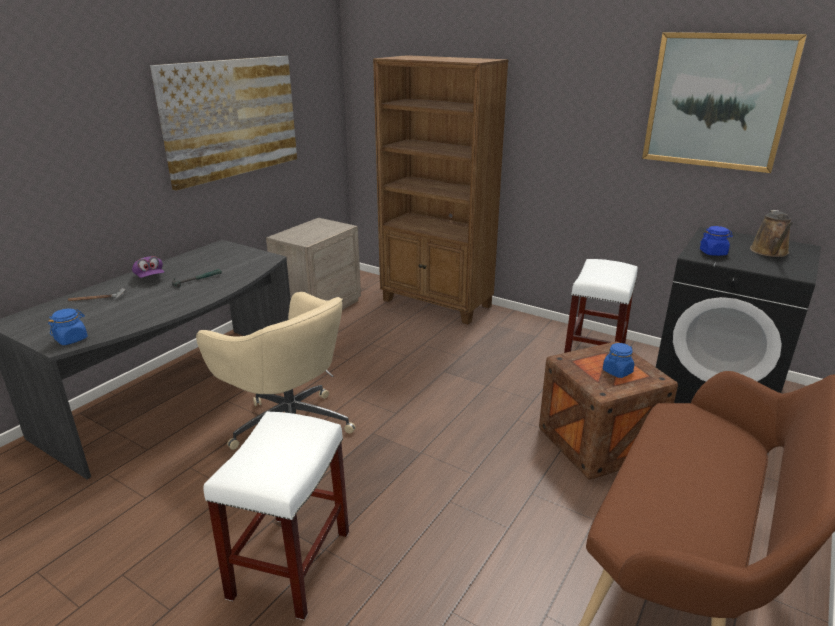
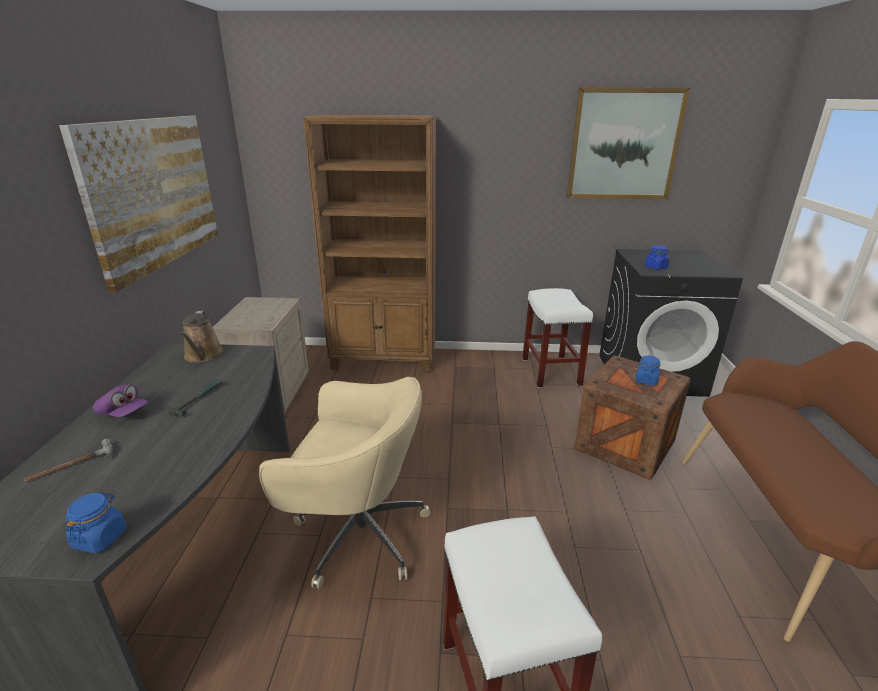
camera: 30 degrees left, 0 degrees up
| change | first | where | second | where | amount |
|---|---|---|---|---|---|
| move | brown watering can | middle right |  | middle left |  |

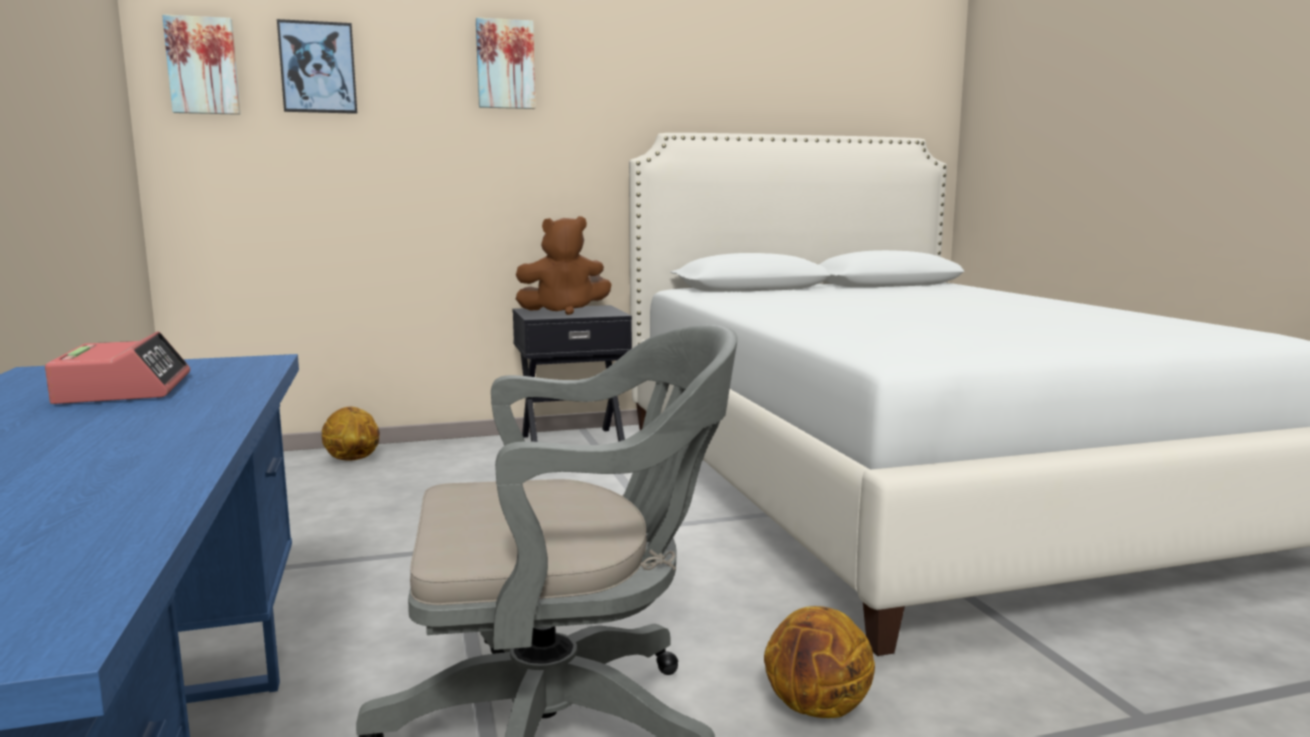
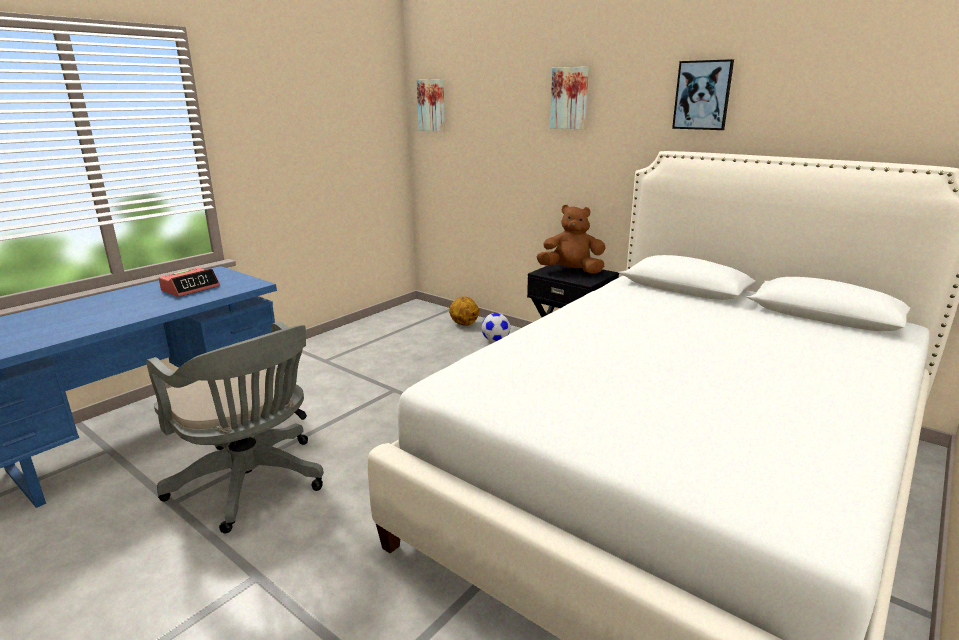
camera: 55 degrees right, 10 degrees up
| change | first | where | second | where | amount |
|---|---|---|---|---|---|
| move | picture (2nd from left in the first image) | top left | picture (3rd from left) | top right |  |
| rotate | brown plush toy | centre |  | centre | 150 degrees clockwise |
| delete | basketball (2nd from left) | bottom centre |  |  |  |
| insert |  |  | football | centre |  |

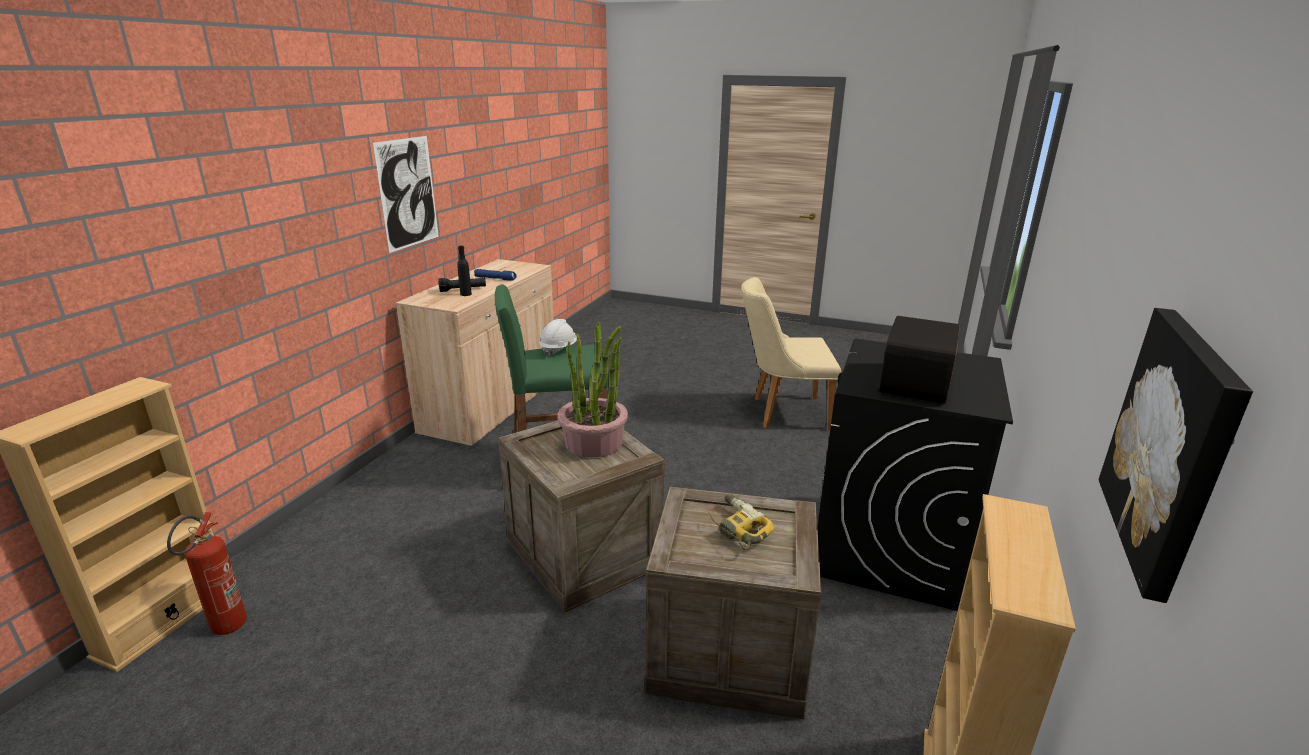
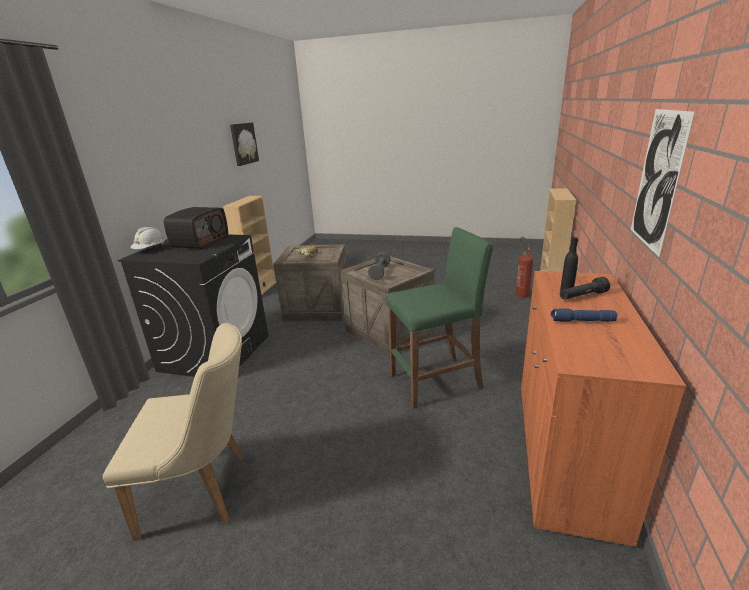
camera: 175 degrees right, 0 degrees up
| change | first | where | second | where | amount |
|---|---|---|---|---|---|
| recolor | beige cabinet | centre | orange cabinet | bottom right |  |
| move | white hard hat | centre |  | middle left |  |
| replace | potted plant | centre | grey dumbbell | centre |  |

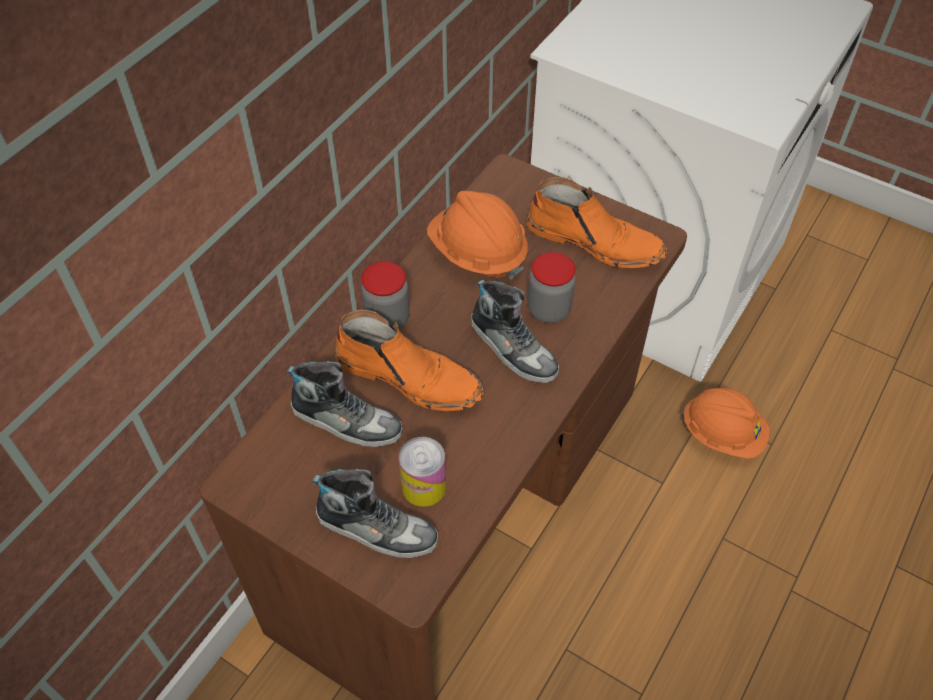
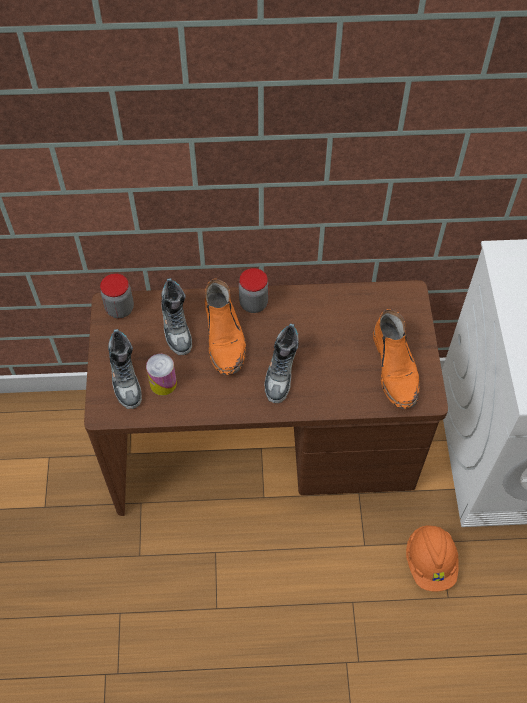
camera: 55 degrees right, 5 degrees up
| change | first | where | second | where | amount |
|---|---|---|---|---|---|
| delete | orange hard hat (1st from left) | centre |  |  |  |
| move | jar (2nd from left in the first image) | centre | jar (1st from left) | middle left |  |

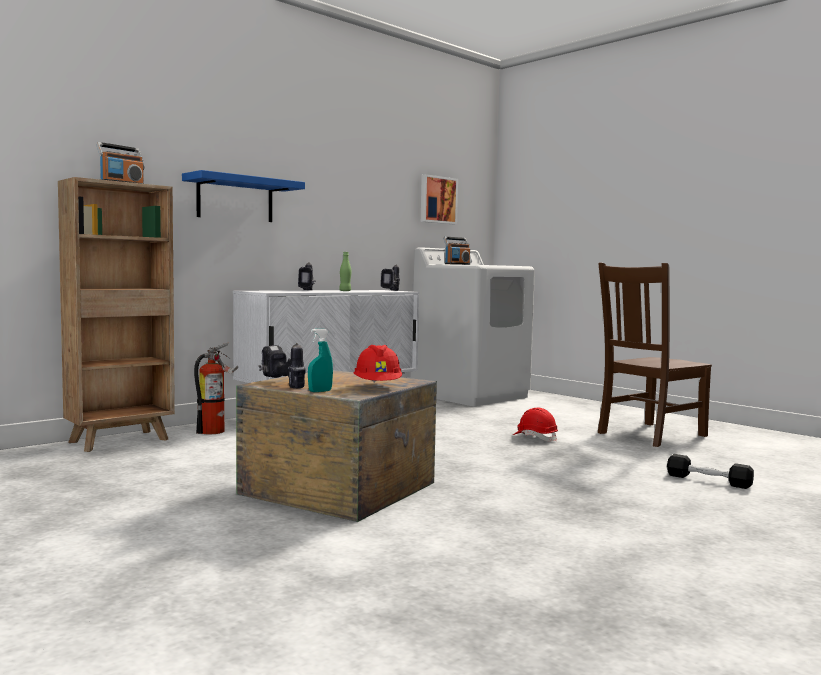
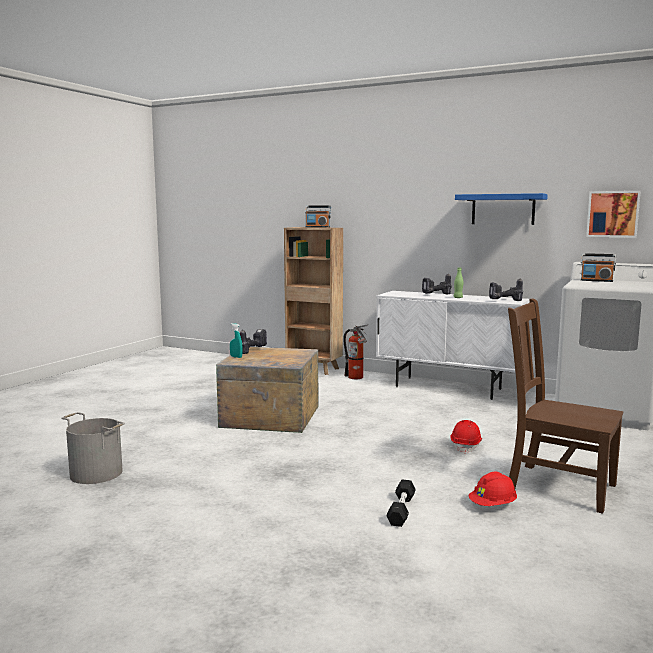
camera: 70 degrees right, 5 degrees up
| change | first | where | second | where | amount |
|---|---|---|---|---|---|
| move | blue shelf | top left |  | top right |  |
| move | red hard hat (1st from left in the first image) | centre | red hard hat (2nd from left) | bottom right |  |
| insert |  |  | grey bucket | bottom left |  |

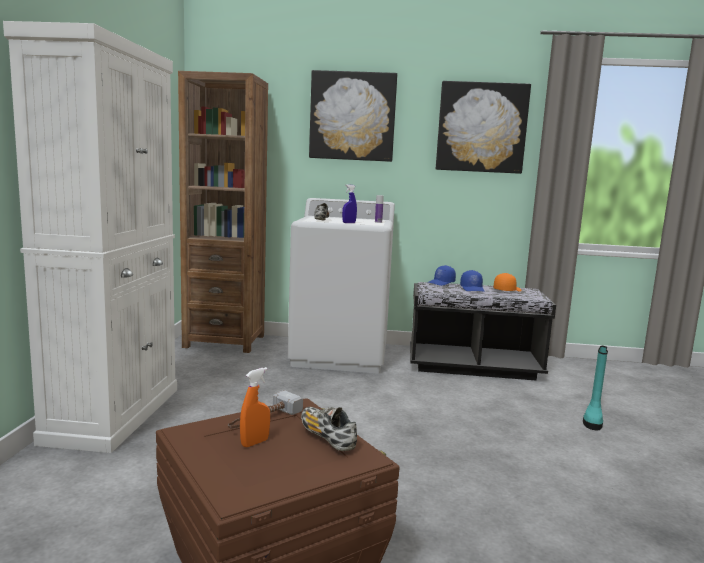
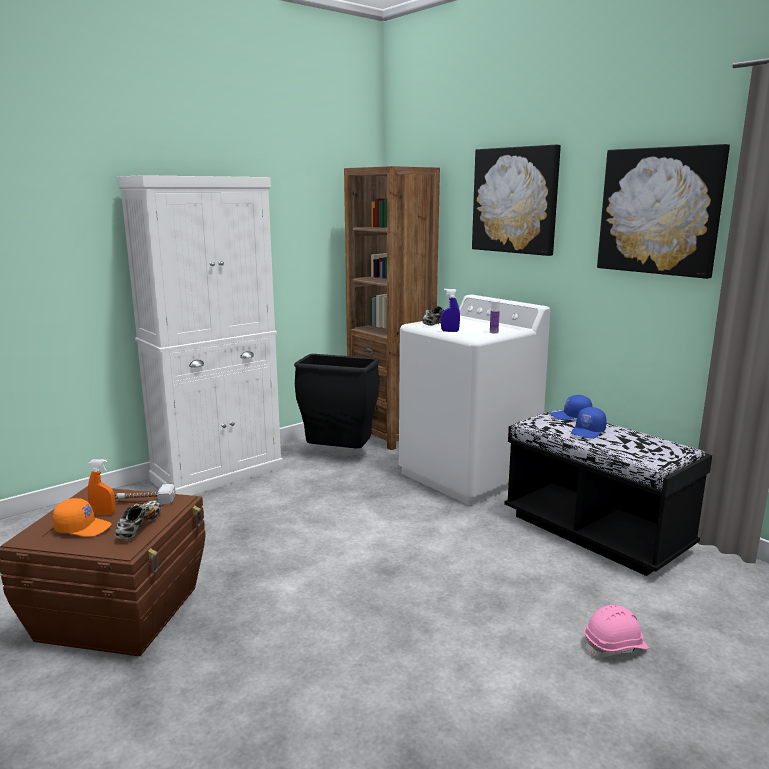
camera: 45 degrees right, 5 degrees up
| change | first | where | second | where | amount |
|---|---|---|---|---|---|
| move | orange cap | middle right |  | bottom left |  |
| replace | turquoise boot | bottom right | pink hard hat | bottom right |  |
| insert |  |  | black trash can | centre |  |

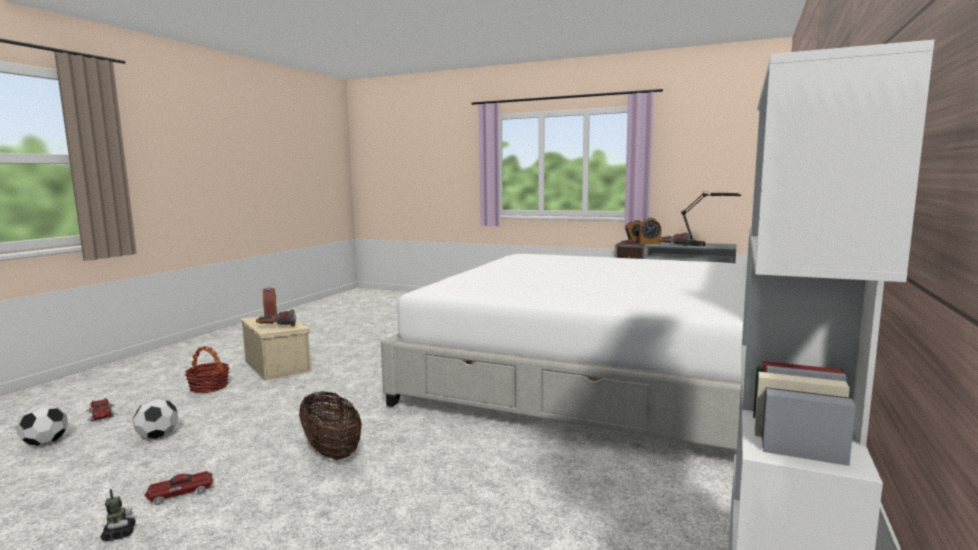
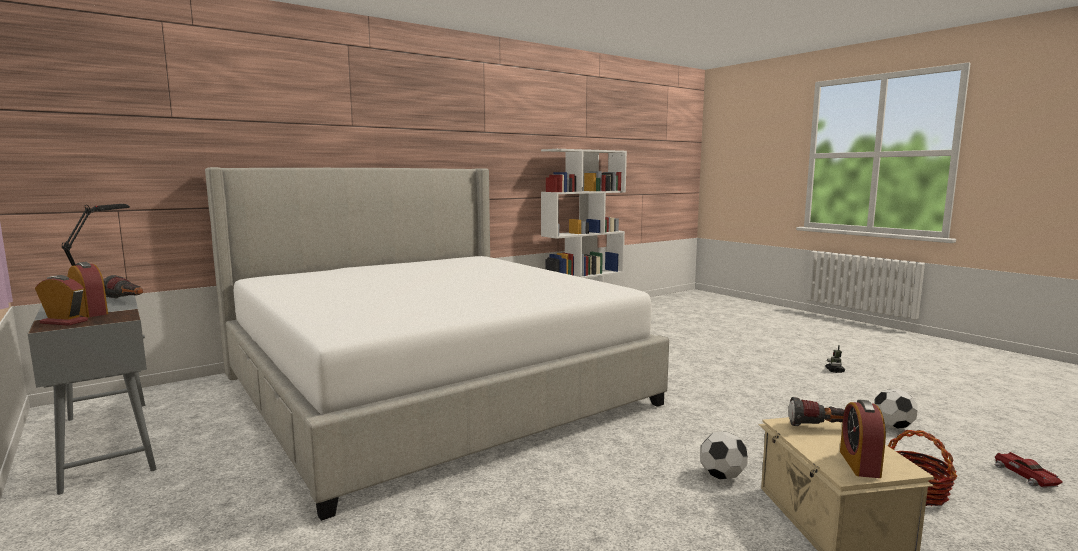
camera: 150 degrees left, 0 degrees up
| change | first | where | second | where | amount |
|---|---|---|---|---|---|
| move | football (1st from left) | bottom left |  | bottom right |  |
| delete | toy car (2nd from left) | bottom left |  |  |  |
| delete | basket (2nd from left) | bottom centre |  |  |  |

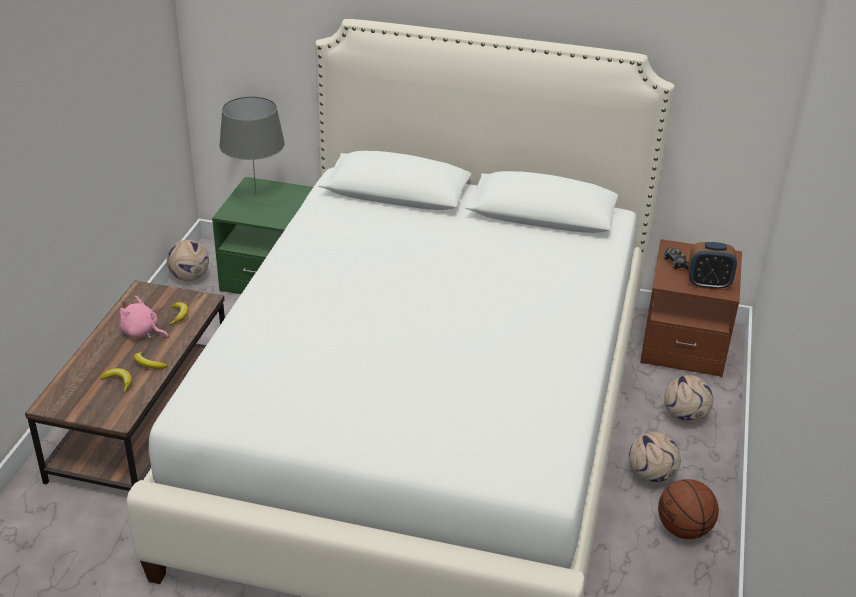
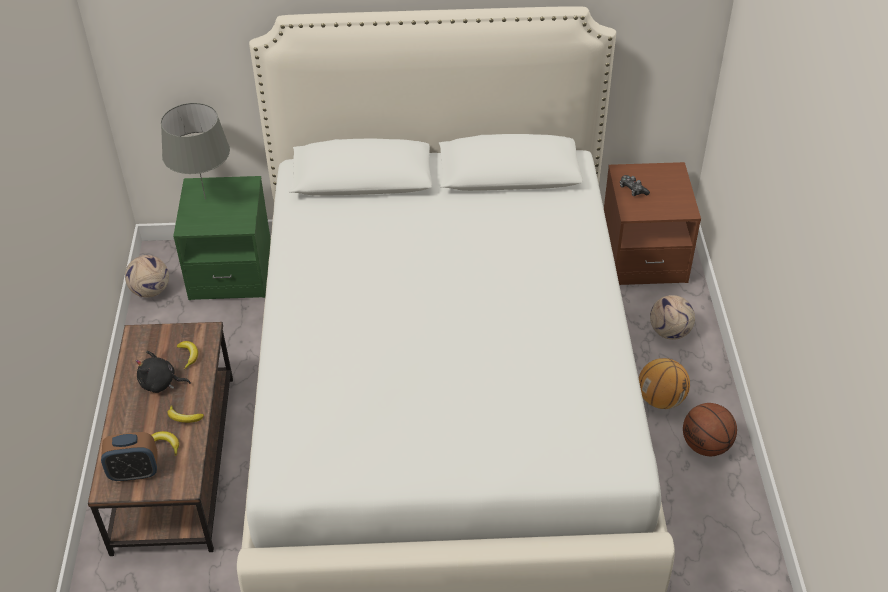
camera: 15 degrees left, 10 degrees up
| change | first | where | second | where | amount |
|---|---|---|---|---|---|
| recolor | pink plush toy | middle left | black plush toy | middle left |  |
| replace | football (2nd from left) | bottom right | basketball (1st from left) | middle right |  |
| move | alarm clock | middle right |  | bottom left |  |

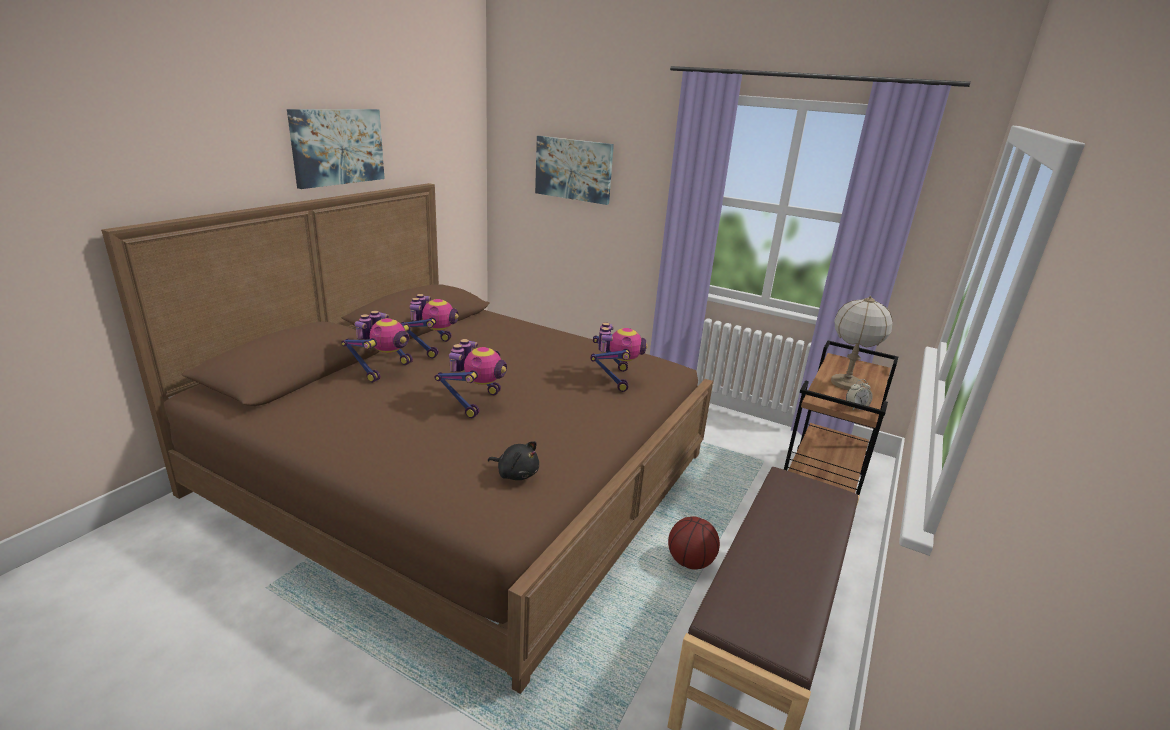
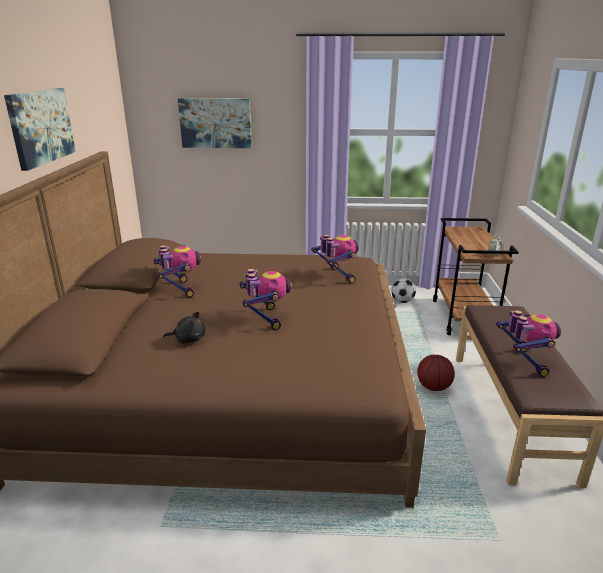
camera: 25 degrees left, 0 degrees up
| change | first | where | second | where | amount |
|---|---|---|---|---|---|
| move | toy robot (1st from left in the first image) | middle left | toy robot (4th from left) | middle right |  |
| move | black plush toy | centre |  | middle left |  |
| delete | table lamp | middle right |  |  |  |
| insert |  |  | football | middle right |  |

